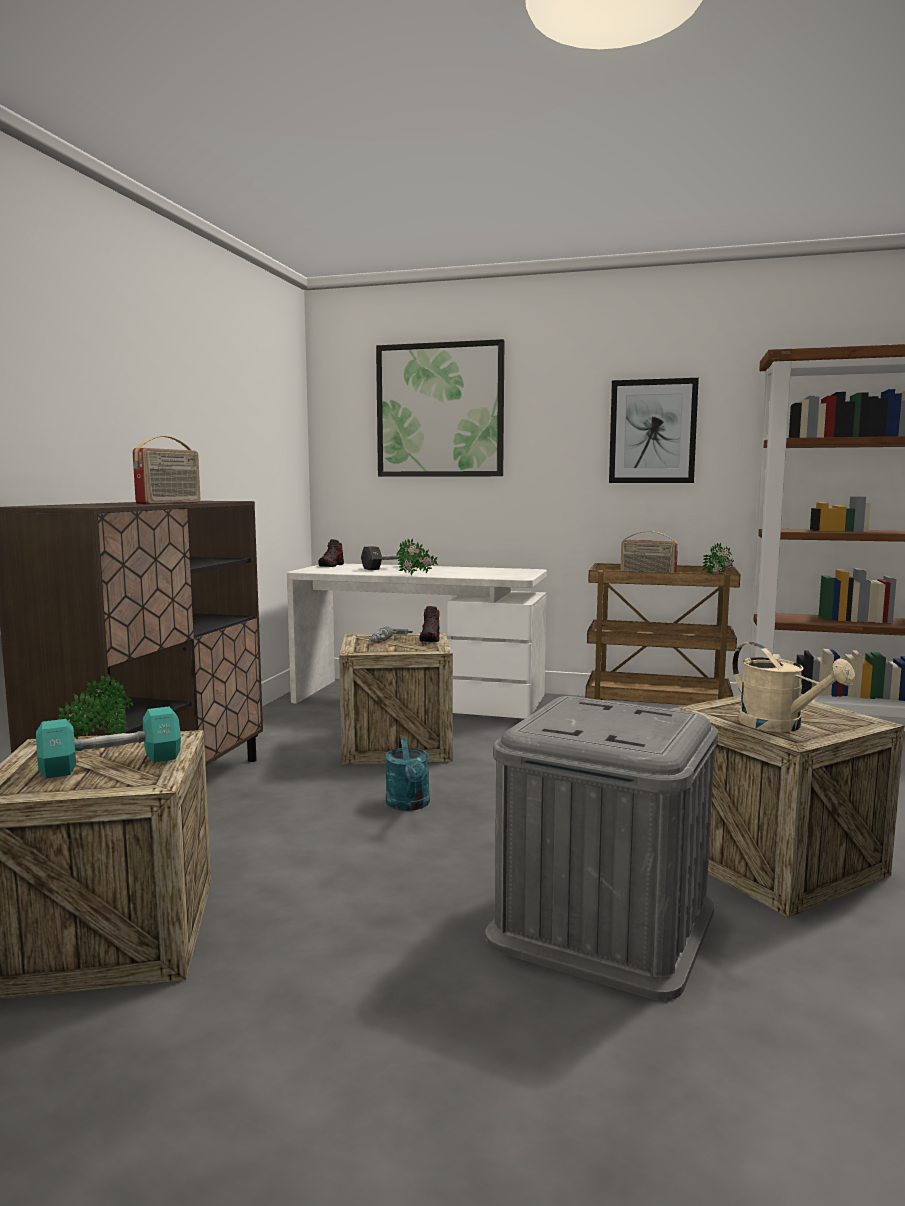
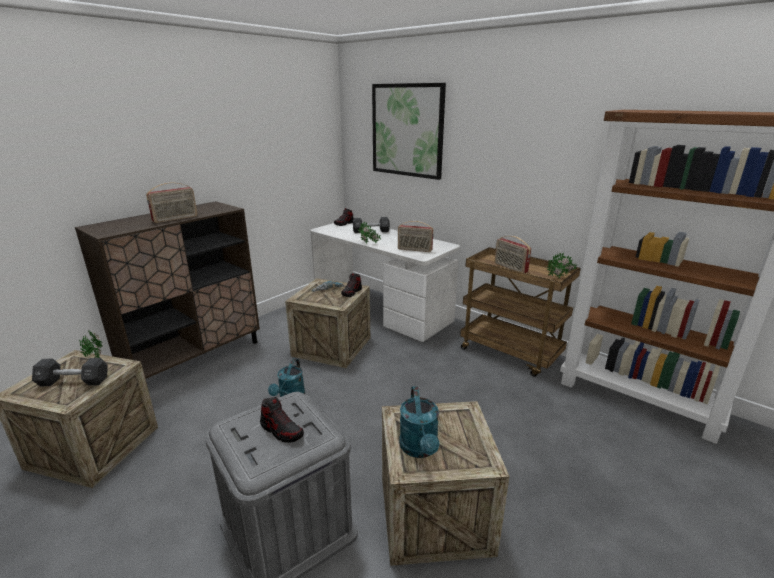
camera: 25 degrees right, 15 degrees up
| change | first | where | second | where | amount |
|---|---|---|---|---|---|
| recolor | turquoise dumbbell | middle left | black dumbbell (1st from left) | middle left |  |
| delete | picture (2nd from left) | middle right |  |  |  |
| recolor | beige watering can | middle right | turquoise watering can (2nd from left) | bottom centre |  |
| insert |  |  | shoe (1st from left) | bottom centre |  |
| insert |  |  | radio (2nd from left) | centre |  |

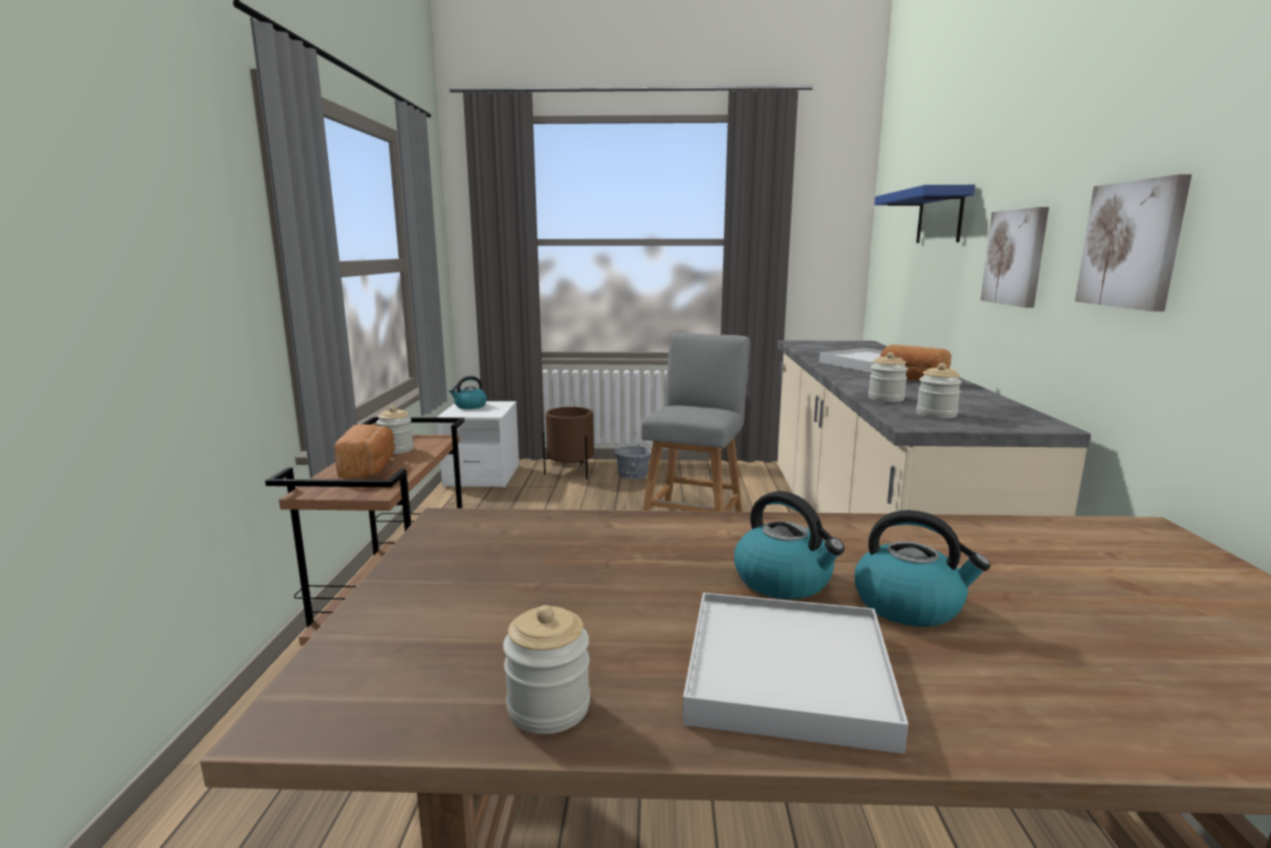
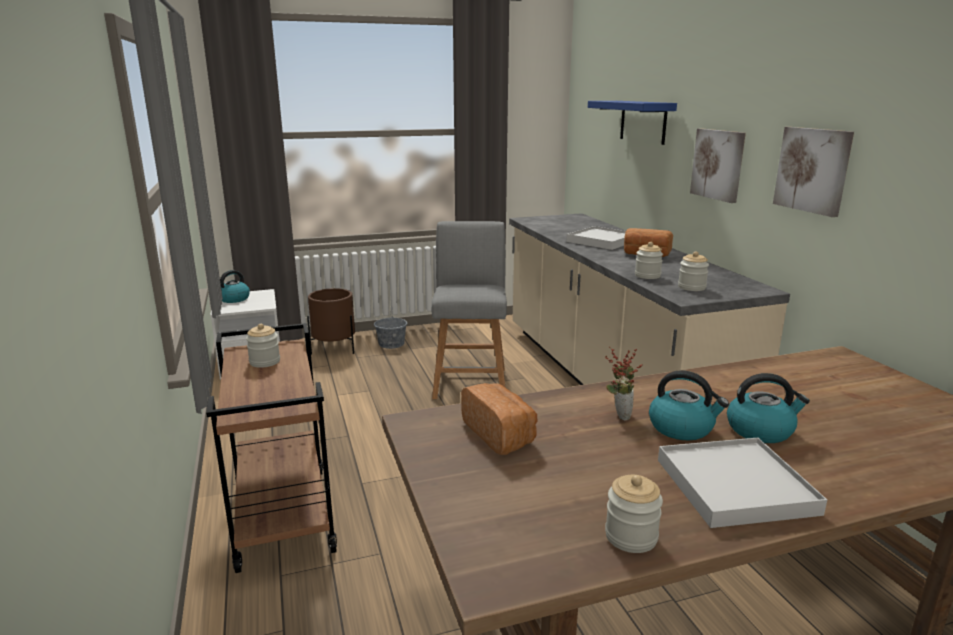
camera: 20 degrees left, 5 degrees up
| change | first | where | second | where | amount |
|---|---|---|---|---|---|
| move | bread (1st from left) | middle left |  | centre |  |
| insert |  |  | potted plant | centre |  |

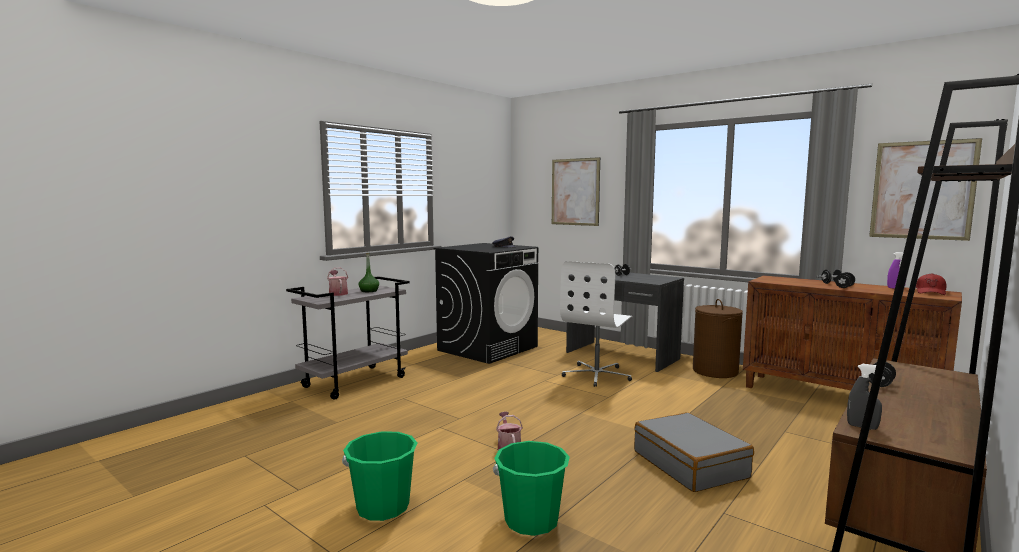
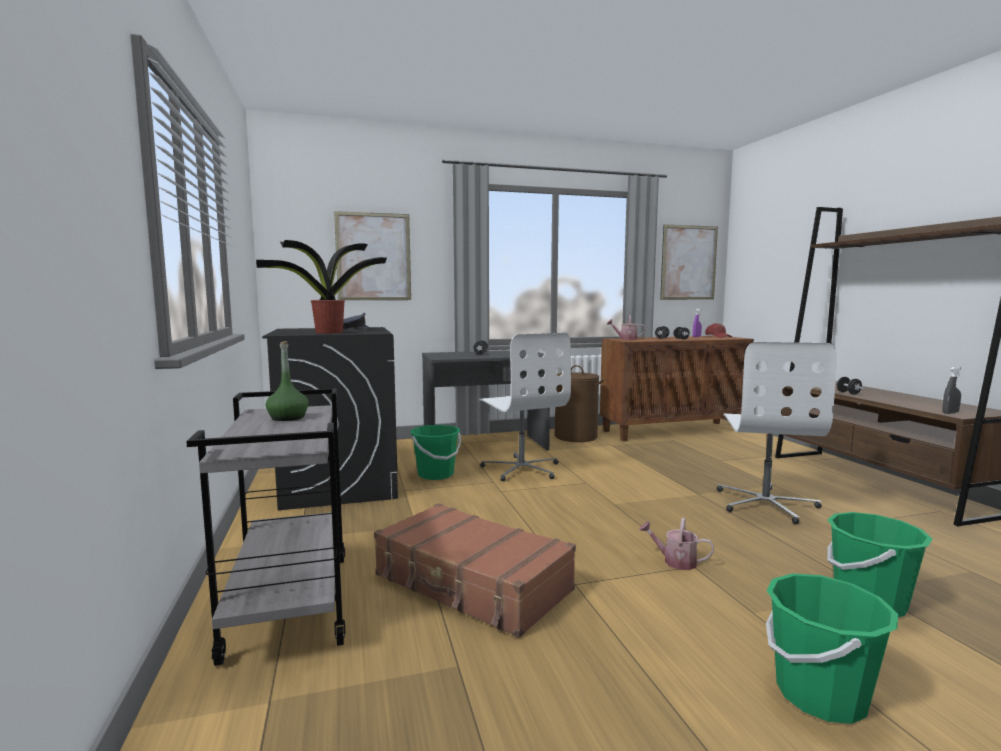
camera: 55 degrees left, 0 degrees up
| change | first | where | second | where | amount |
|---|---|---|---|---|---|
| move | watering can (1st from left) | middle left |  | centre |  |
| replace | grey suitcase | bottom right | white office chair (2nd from left) | middle right |  |
| insert |  |  | potted plant | middle left |  |
| insert |  |  | brown suitcase | bottom centre |  |
| insert |  |  | green bucket (1st from left) | centre |  |

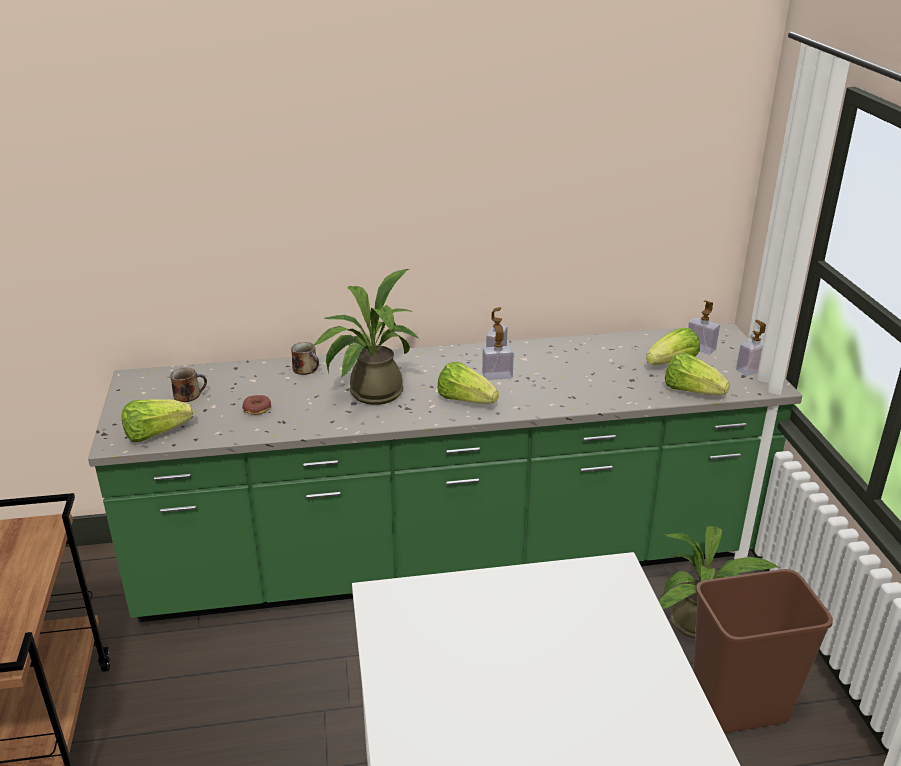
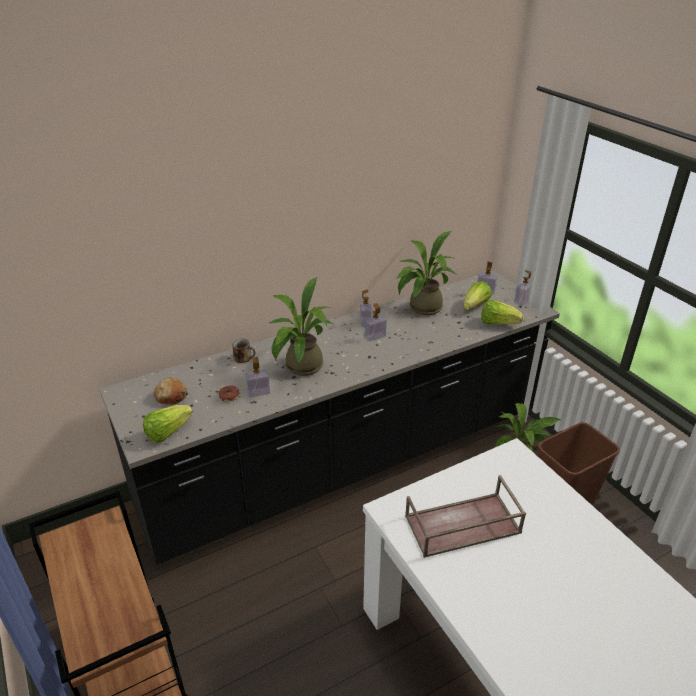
camera: 20 degrees left, 5 degrees up
| change | first | where | second | where | amount |
|---|---|---|---|---|---|
| recolor | green counter | centre | black counter | centre |  |
| replace | mug (1st from left) | middle left | bread | middle left |  |
| delete | lettuce (2nd from left) | centre |  |  |  |
| insert |  |  | soap dispenser (1st from left) | centre |  |
| insert |  |  | potted plant (2nd from left) | centre |  |
| insert |  |  | brown tray | bottom right |  |

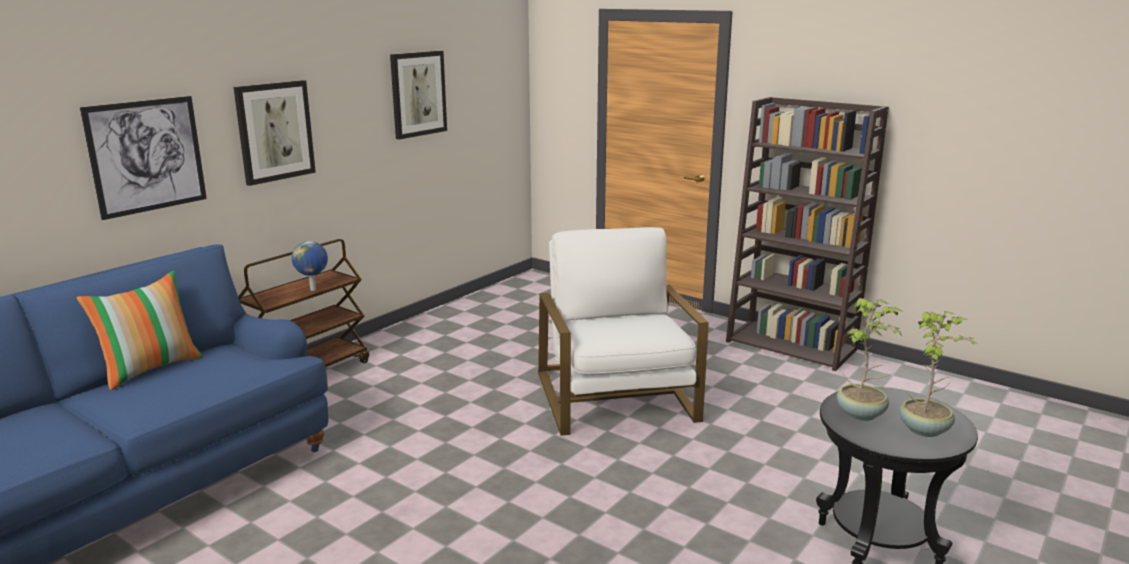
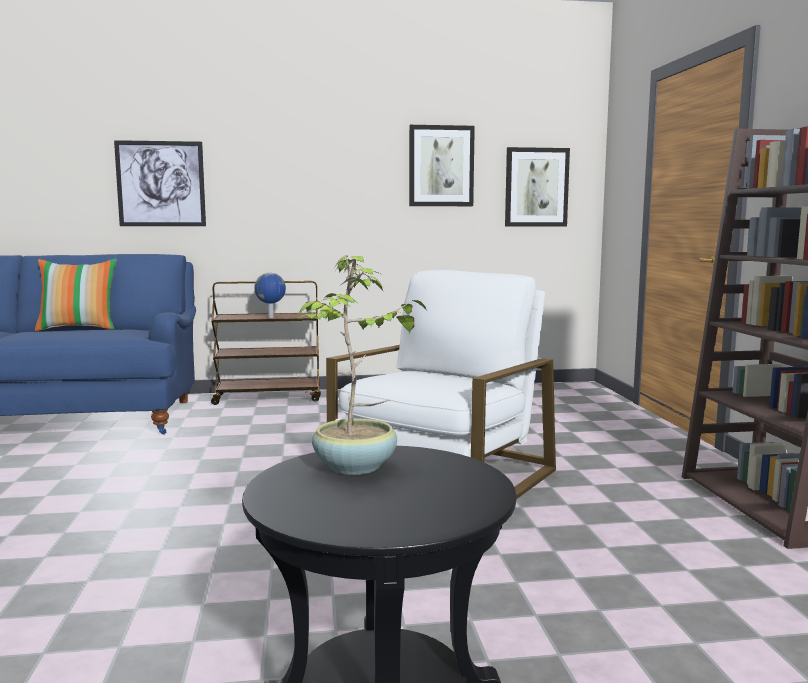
camera: 45 degrees right, 10 degrees down
| change | first | where | second | where | amount |
|---|---|---|---|---|---|
| move | picture (2nd from left in the first image) | top left | picture (3rd from left) | top centre |  |
| delete | potted plant (2nd from left) | middle right |  |  |  |

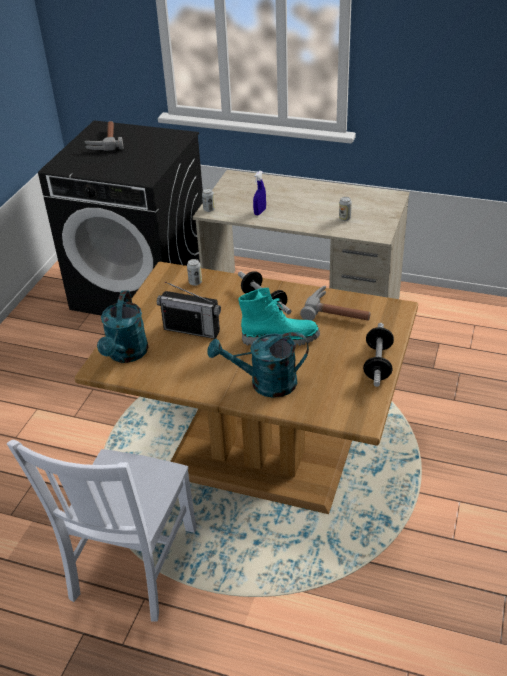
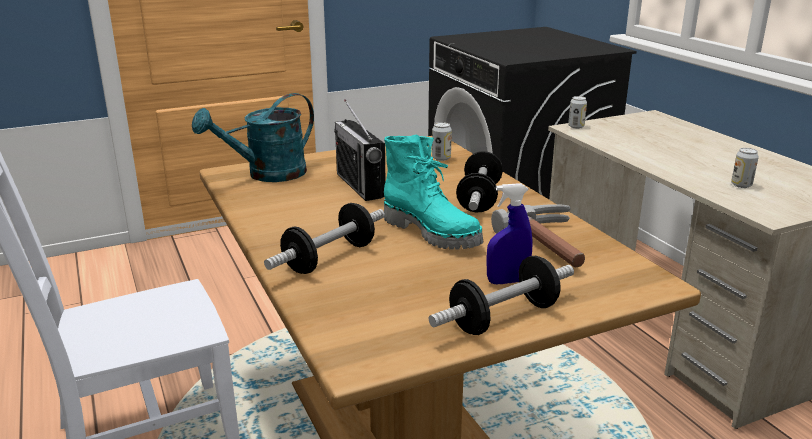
camera: 45 degrees right, 15 degrees down
| change | first | where | second | where | amount |
|---|---|---|---|---|---|
| delete | hammer (1st from left) | top left |  |  |  |
| replace | turquoise watering can (2nd from left) | centre | dumbbell (1st from left) | centre |  |
| move | blue spray bottle | top centre |  | centre |  |

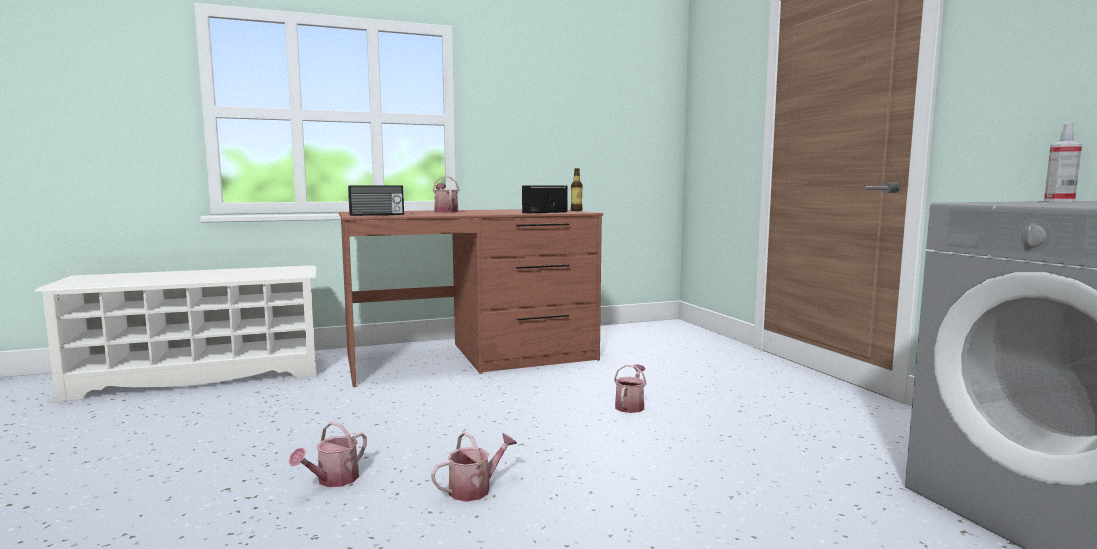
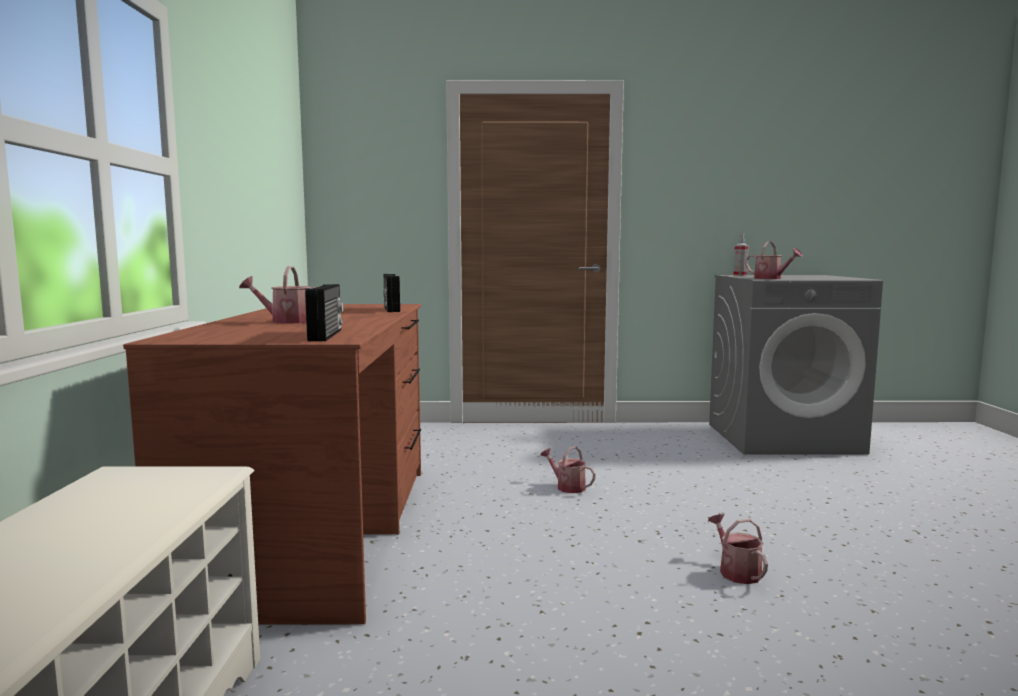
camera: 70 degrees left, 0 degrees up
| change | first | where | second | where | amount |
|---|---|---|---|---|---|
| move | watering can (1st from left in the first image) | bottom left | watering can (4th from left) | middle right |  |
| delete | bottle | centre |  |  |  |

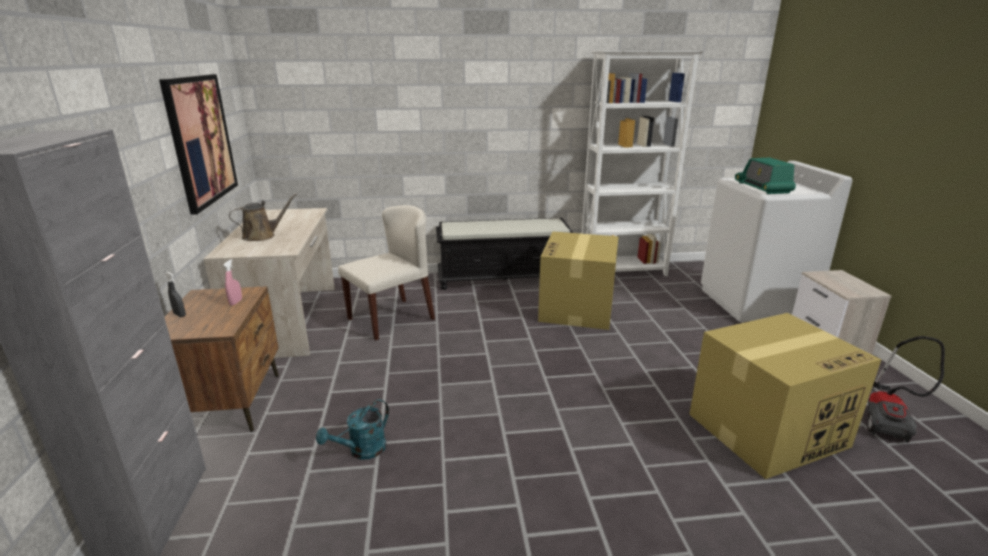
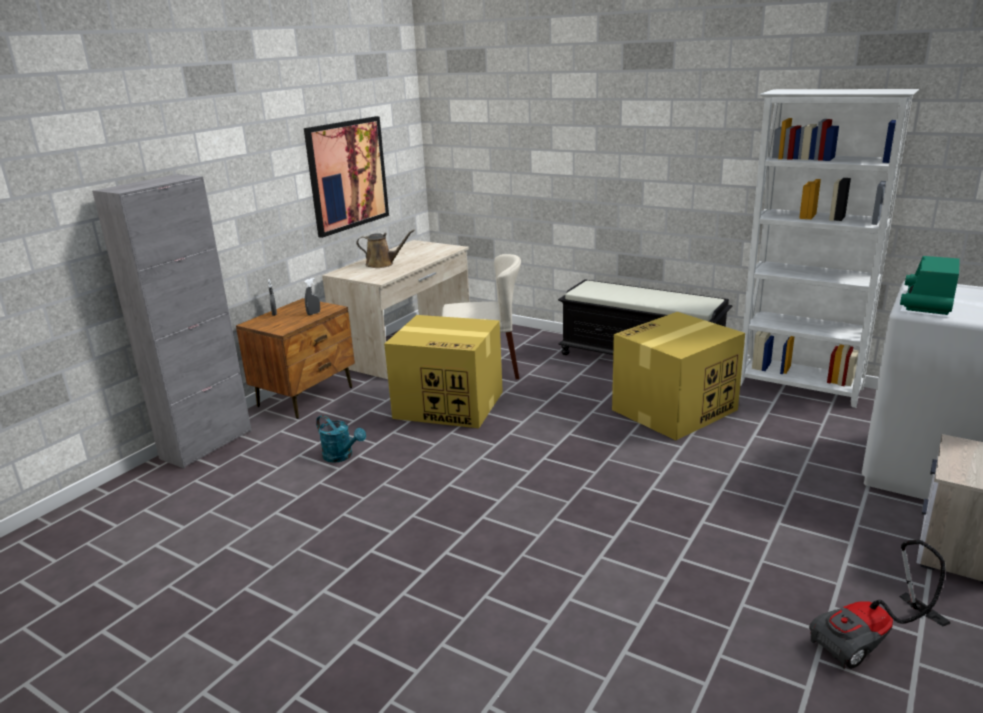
camera: 40 degrees right, 0 degrees up
| change | first | where | second | where | amount |
|---|---|---|---|---|---|
| recolor | pink spray bottle | middle left | grey spray bottle (2nd from left) | middle left |  |
| rotate | turquoise watering can | bottom centre |  | centre | 135 degrees counterclockwise |
| move | cardboard box (2nd from left in the first image) | bottom right | cardboard box (1st from left) | centre |  |

